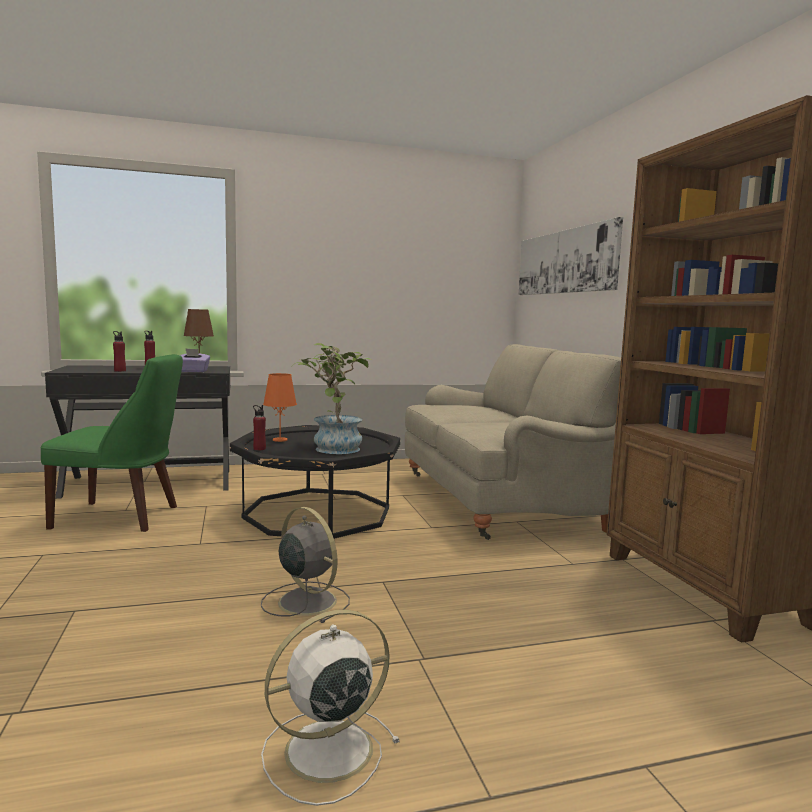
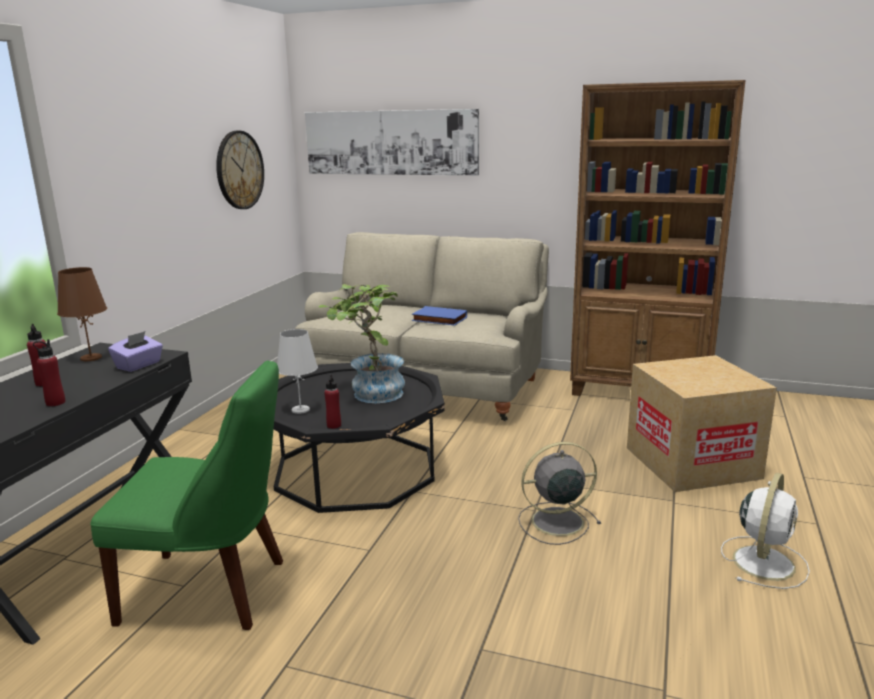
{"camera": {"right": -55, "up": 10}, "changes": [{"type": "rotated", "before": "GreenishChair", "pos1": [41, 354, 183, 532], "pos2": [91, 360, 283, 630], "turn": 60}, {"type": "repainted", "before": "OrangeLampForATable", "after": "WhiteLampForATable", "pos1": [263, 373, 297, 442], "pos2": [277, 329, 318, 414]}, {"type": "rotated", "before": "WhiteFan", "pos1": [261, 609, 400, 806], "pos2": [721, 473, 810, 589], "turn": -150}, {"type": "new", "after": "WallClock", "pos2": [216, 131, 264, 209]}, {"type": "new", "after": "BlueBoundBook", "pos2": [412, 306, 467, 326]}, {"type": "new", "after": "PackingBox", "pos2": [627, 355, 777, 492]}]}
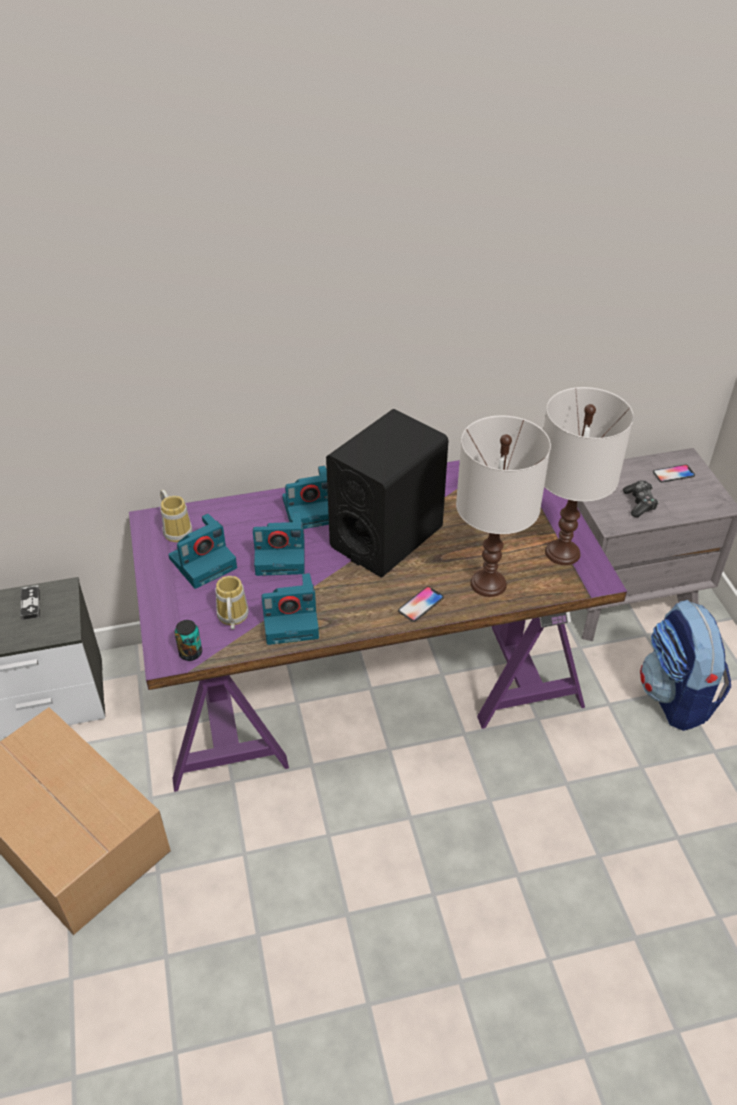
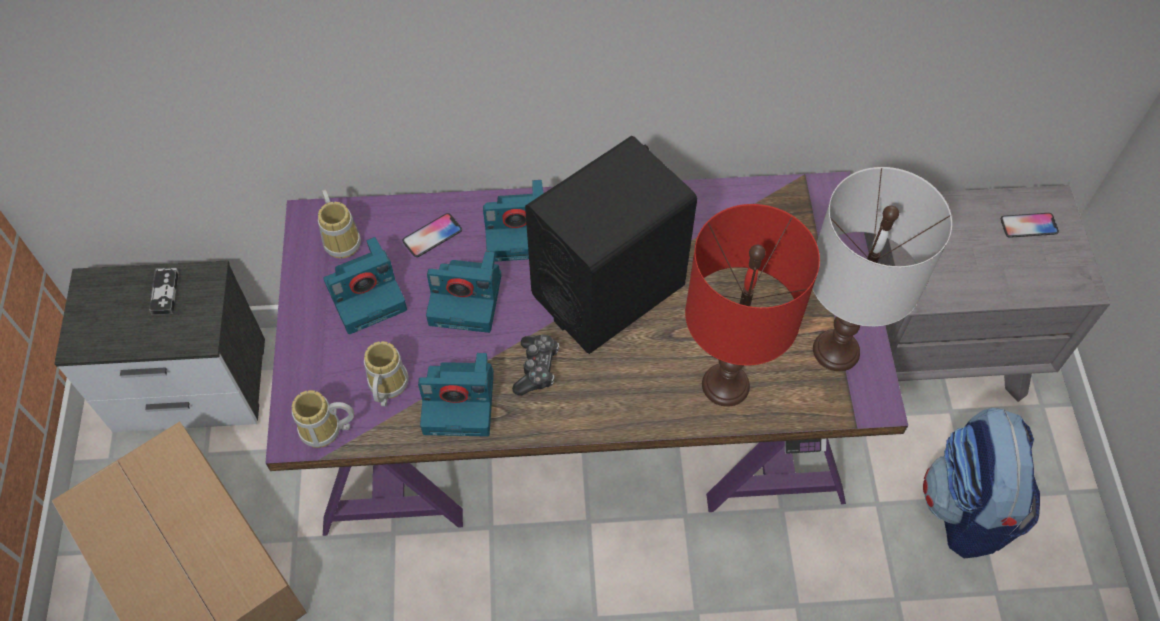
{"camera": {"right": 10, "up": 15}, "changes": [{"type": "repainted", "before": "WhiteLampForATable", "after": "RedColouredLampForATable", "pos1": [456, 415, 551, 597], "pos2": [685, 204, 820, 407]}, {"type": "shifted", "before": "GameController", "pos1": [623, 480, 659, 517], "pos2": [512, 334, 559, 396]}, {"type": "shifted", "before": "Telephone", "pos1": [398, 586, 444, 622], "pos2": [402, 213, 462, 257]}, {"type": "swapped", "before": "SealedCan", "after": "TeaMug", "pos1": [175, 620, 202, 661], "pos2": [292, 390, 354, 448]}]}
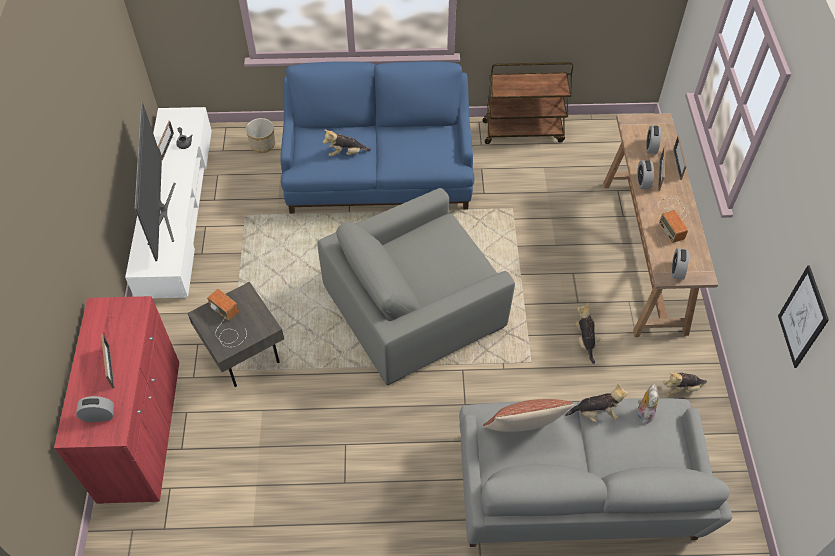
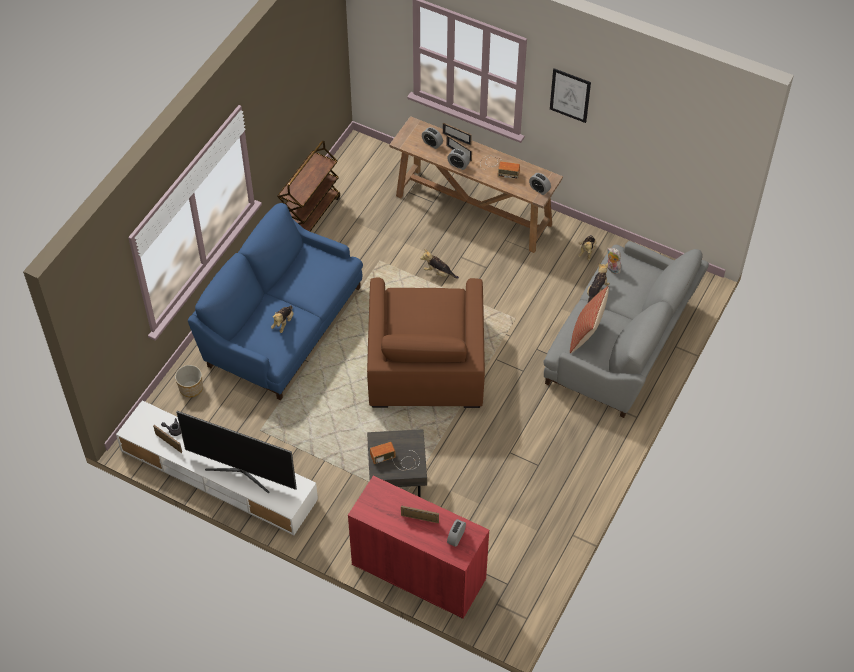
{"camera": {"right": -60, "up": 0}, "changes": [{"type": "repainted", "before": "GreyLoungeChair", "after": "BrownColouredLoungeChair", "pos1": [317, 188, 515, 385], "pos2": [367, 277, 485, 408]}, {"type": "shifted", "before": "WallPicture", "pos1": [778, 266, 829, 368], "pos2": [550, 68, 591, 123]}, {"type": "shifted", "before": "PlushToy", "pos1": [575, 303, 600, 364], "pos2": [420, 249, 459, 279]}]}
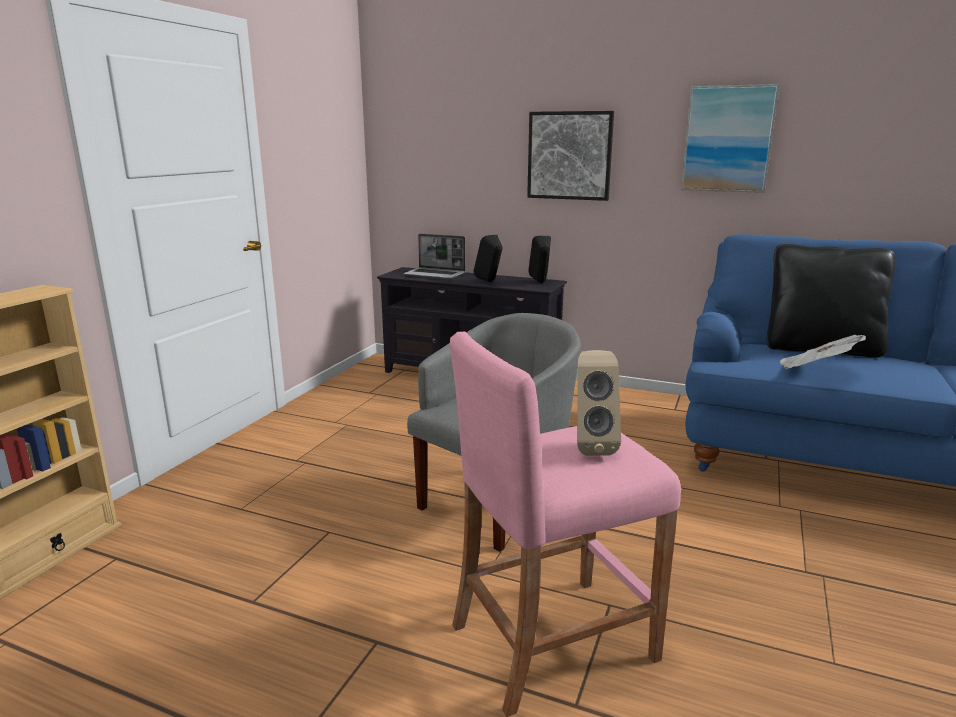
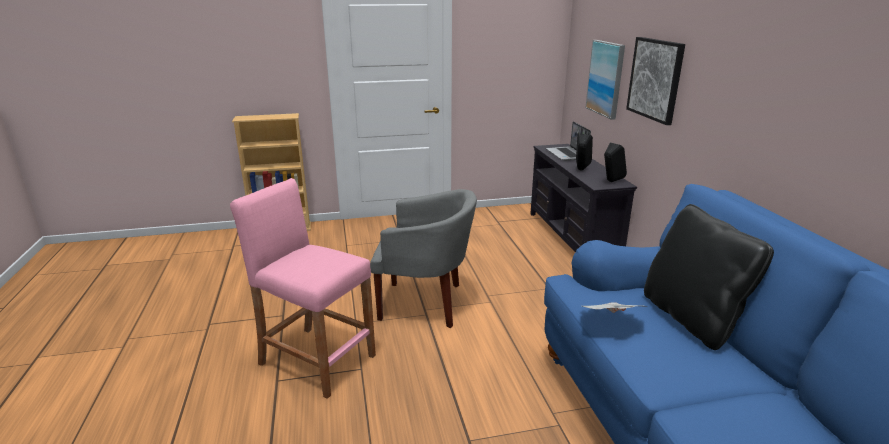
{"camera": {"right": 55, "up": 5}, "changes": [{"type": "shifted", "before": "WallPicture", "pos1": [681, 84, 779, 193], "pos2": [585, 40, 625, 120]}, {"type": "gone", "before": "BeigeLoudspeaker", "pos1": [577, 350, 621, 456]}]}
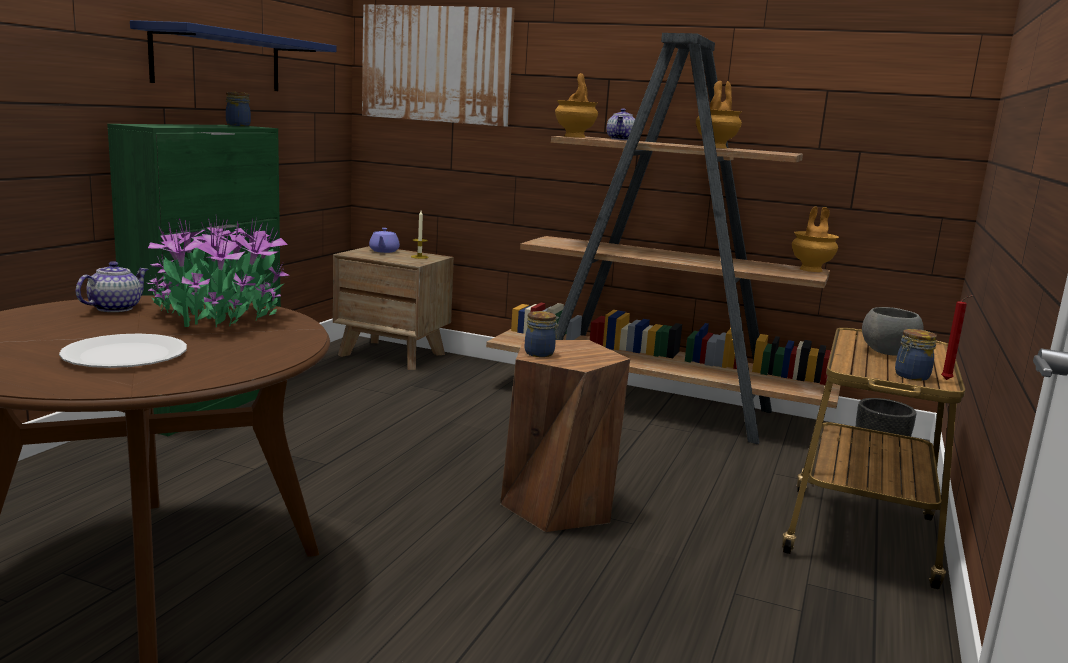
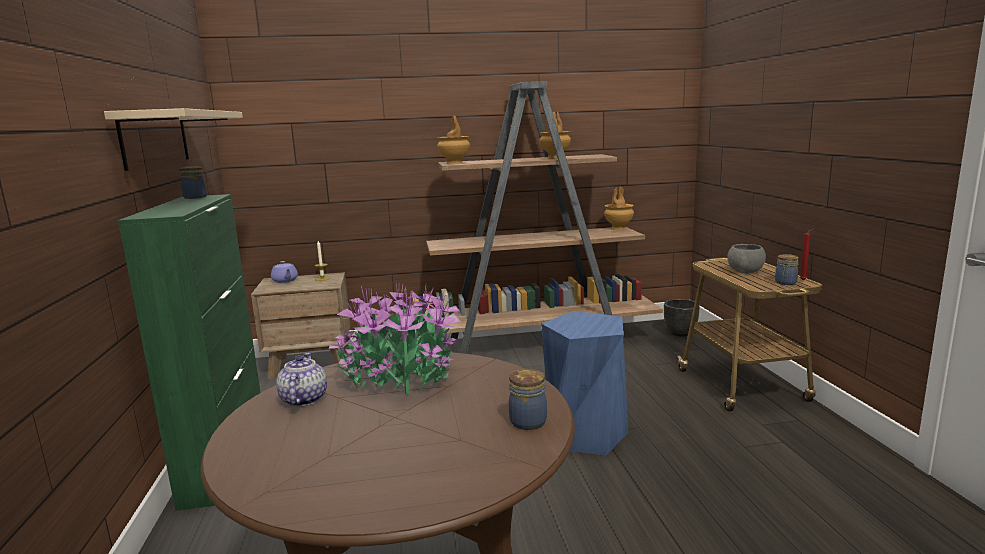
{"camera": {"right": -30, "up": 0}, "changes": [{"type": "gone", "before": "WallPicture", "pos1": [362, 4, 515, 127]}, {"type": "repainted", "before": "BlueWallShelf", "after": "BeigeWallShelf", "pos1": [130, 20, 336, 91], "pos2": [104, 108, 243, 171]}, {"type": "gone", "before": "Teapot", "pos1": [607, 108, 635, 140]}, {"type": "shifted", "before": "PreserveJar", "pos1": [525, 311, 559, 357], "pos2": [509, 369, 547, 430]}, {"type": "gone", "before": "WhiteDinnerPlate", "pos1": [59, 333, 187, 368]}, {"type": "repainted", "before": "BrownColouredStoolSeat", "after": "BlueStoolSeat", "pos1": [500, 340, 630, 532], "pos2": [541, 311, 628, 455]}]}
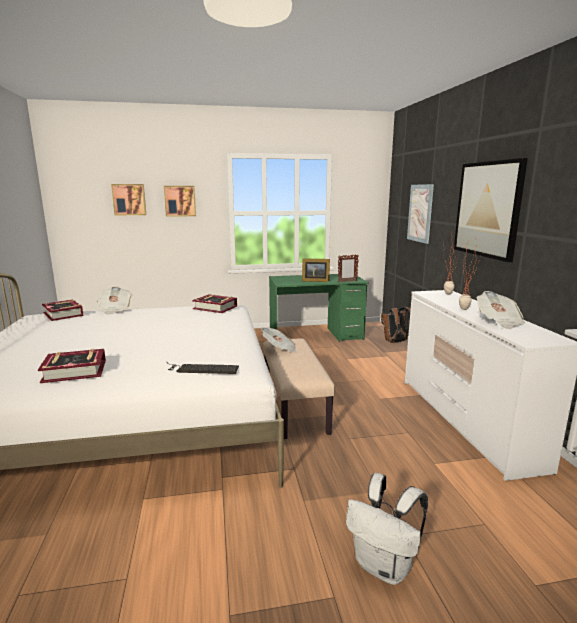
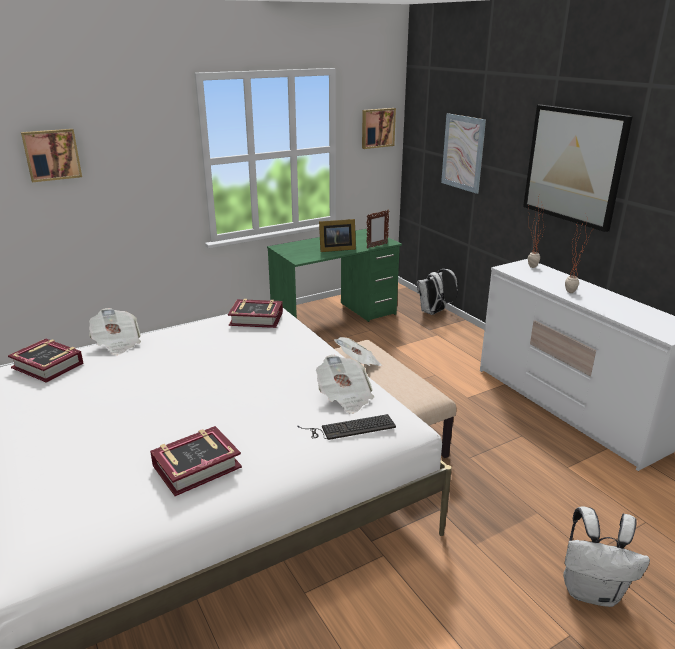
{"camera": {"right": -20, "up": 10}, "changes": [{"type": "shifted", "before": "WallPicture", "pos1": [164, 186, 196, 217], "pos2": [362, 108, 396, 149]}, {"type": "shifted", "before": "DailyPaper", "pos1": [477, 291, 525, 329], "pos2": [316, 355, 374, 414]}, {"type": "repainted", "before": "BrownColouredRucksack", "after": "WhiteRucksack", "pos1": [381, 307, 411, 343], "pos2": [417, 269, 458, 315]}]}
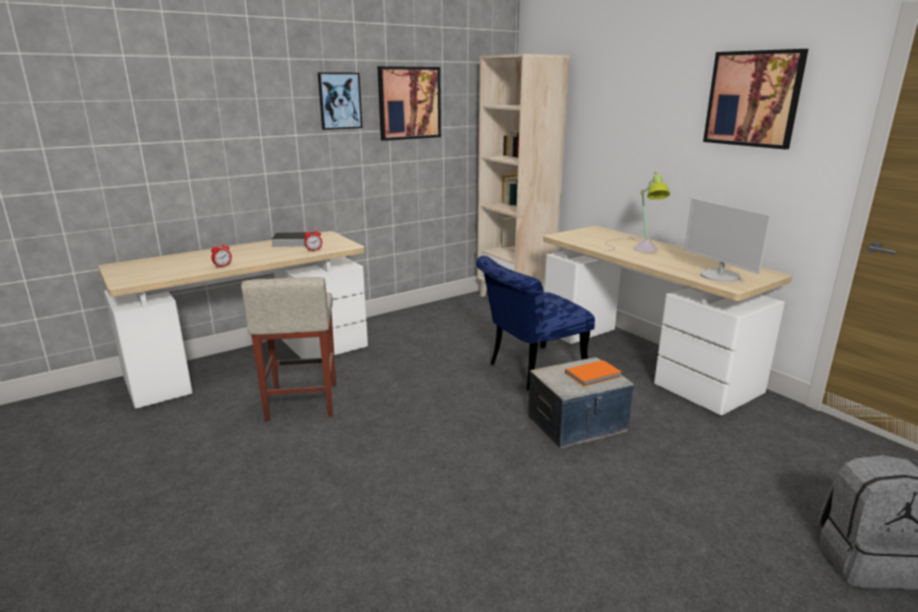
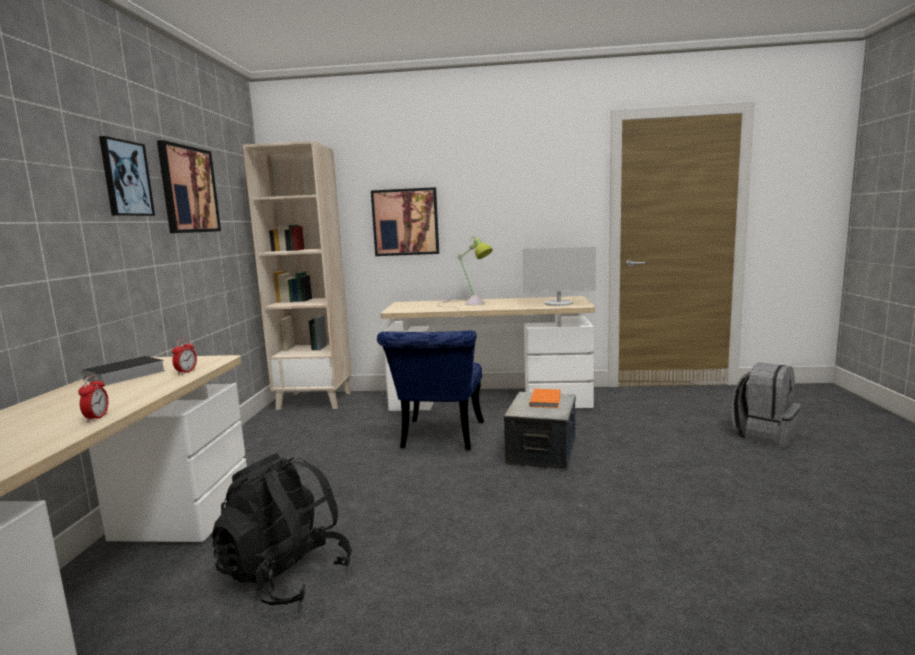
{"camera": {"right": -50, "up": -10}, "changes": [{"type": "shifted", "before": "WallPicture", "pos1": [703, 49, 808, 149], "pos2": [371, 187, 439, 256]}, {"type": "swapped", "before": "BeigeStoolSeat", "after": "BlackColouredRucksack", "pos1": [241, 277, 336, 421], "pos2": [212, 453, 352, 605]}]}
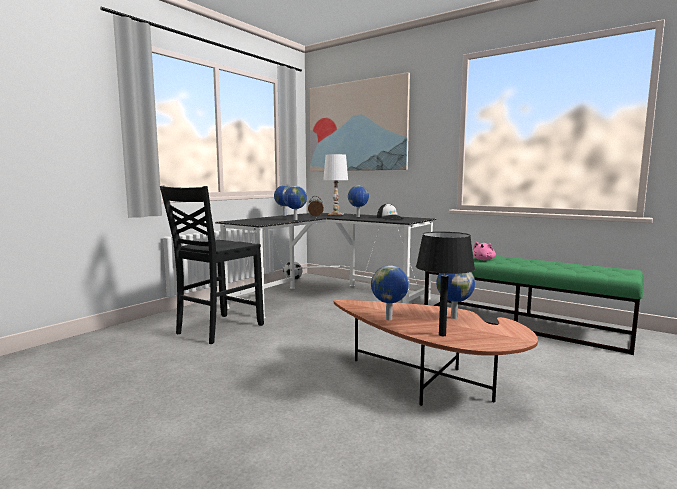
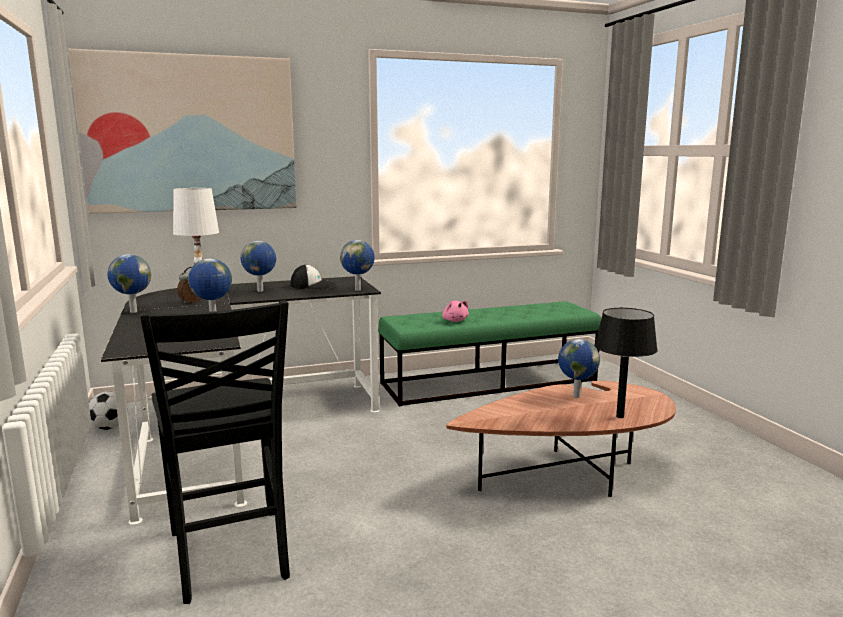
{"camera": {"right": -55, "up": 5}, "changes": [{"type": "shifted", "before": "DeskGlobe", "pos1": [371, 265, 409, 320], "pos2": [340, 240, 375, 291]}]}
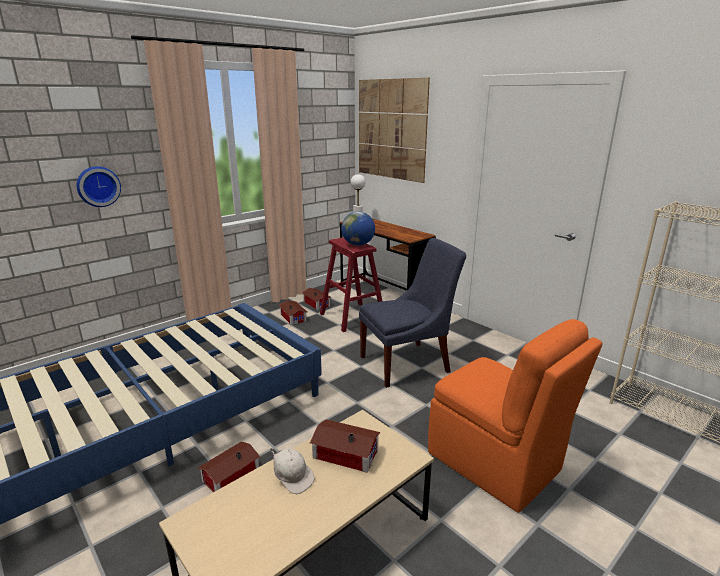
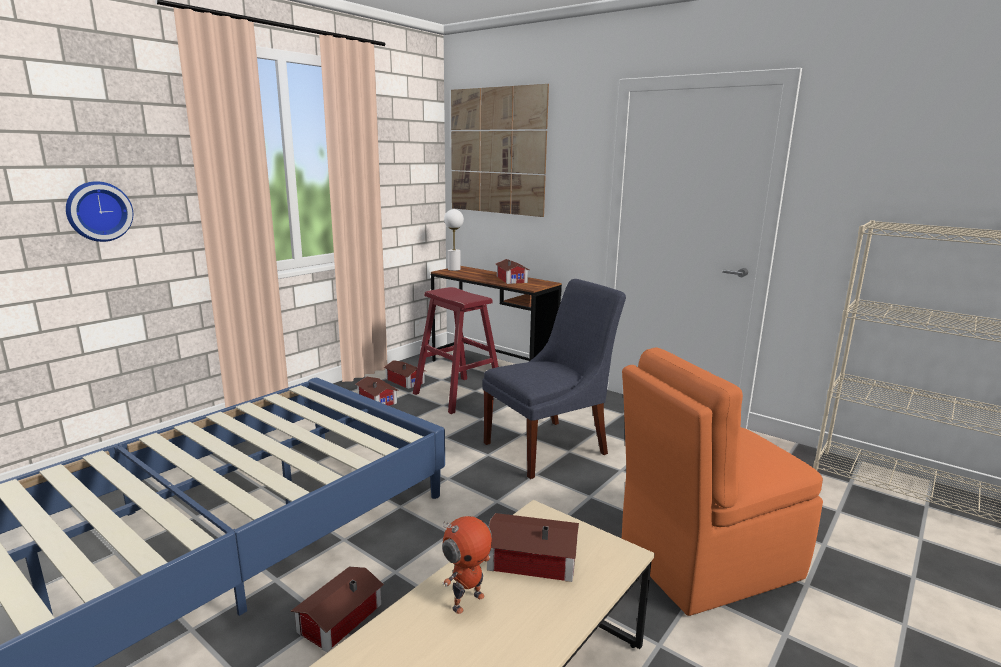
{"camera": {"right": -10, "up": -5}, "changes": [{"type": "gone", "before": "DeskGlobe", "pos1": [341, 211, 375, 246]}, {"type": "rotated", "before": "OrangeChair", "pos1": [428, 319, 603, 513], "pos2": [622, 347, 823, 616], "turn": 120}, {"type": "swapped", "before": "WhiteCap", "after": "RobotFigure", "pos1": [270, 448, 314, 494], "pos2": [442, 516, 492, 614]}, {"type": "new", "after": "ToyHouse", "pos2": [496, 259, 529, 284]}]}
